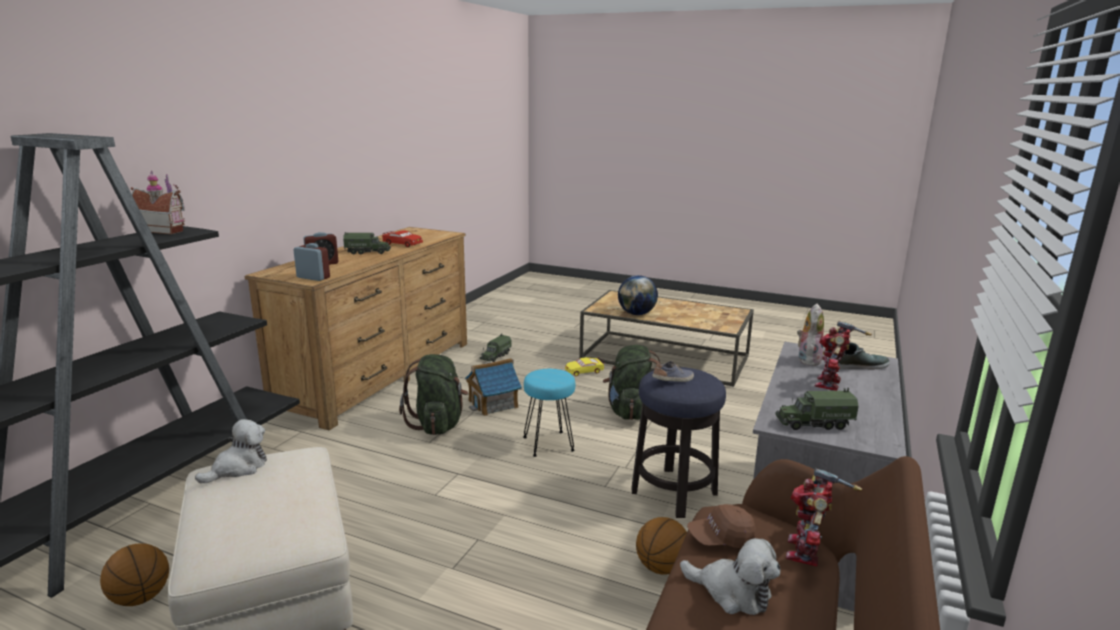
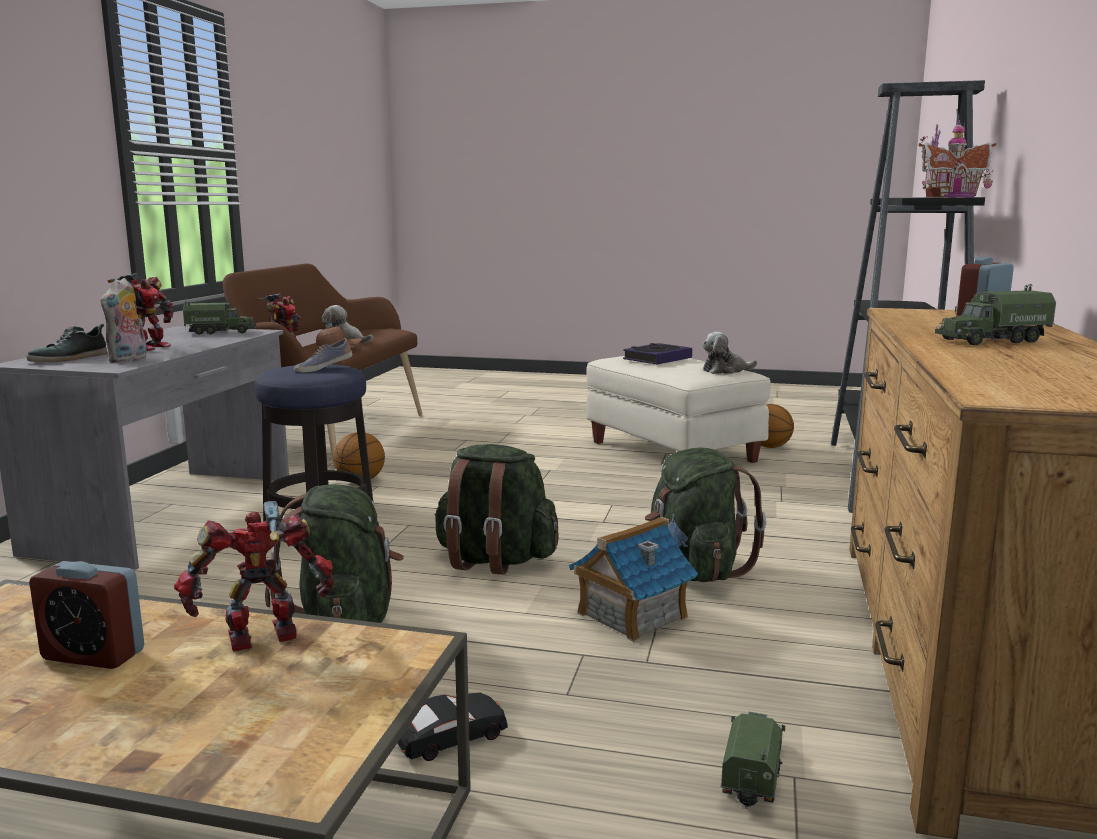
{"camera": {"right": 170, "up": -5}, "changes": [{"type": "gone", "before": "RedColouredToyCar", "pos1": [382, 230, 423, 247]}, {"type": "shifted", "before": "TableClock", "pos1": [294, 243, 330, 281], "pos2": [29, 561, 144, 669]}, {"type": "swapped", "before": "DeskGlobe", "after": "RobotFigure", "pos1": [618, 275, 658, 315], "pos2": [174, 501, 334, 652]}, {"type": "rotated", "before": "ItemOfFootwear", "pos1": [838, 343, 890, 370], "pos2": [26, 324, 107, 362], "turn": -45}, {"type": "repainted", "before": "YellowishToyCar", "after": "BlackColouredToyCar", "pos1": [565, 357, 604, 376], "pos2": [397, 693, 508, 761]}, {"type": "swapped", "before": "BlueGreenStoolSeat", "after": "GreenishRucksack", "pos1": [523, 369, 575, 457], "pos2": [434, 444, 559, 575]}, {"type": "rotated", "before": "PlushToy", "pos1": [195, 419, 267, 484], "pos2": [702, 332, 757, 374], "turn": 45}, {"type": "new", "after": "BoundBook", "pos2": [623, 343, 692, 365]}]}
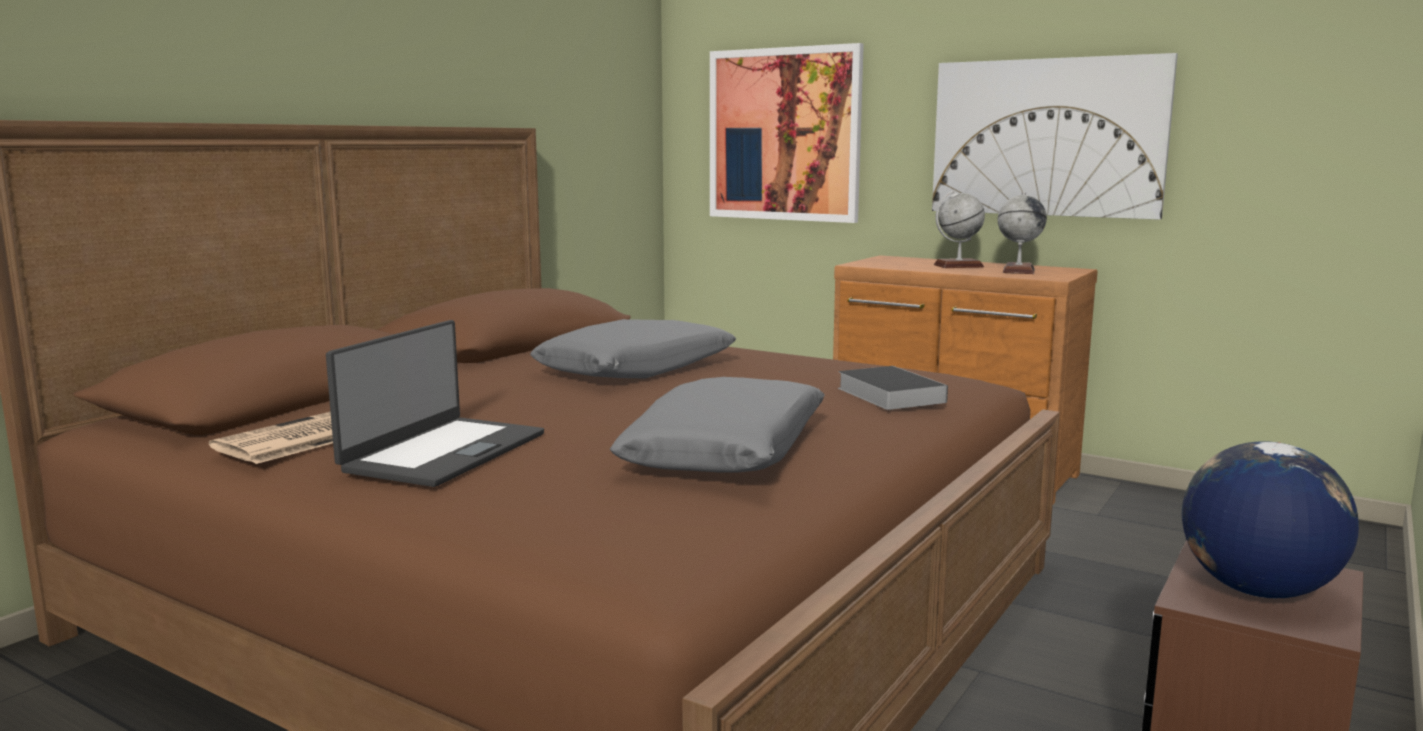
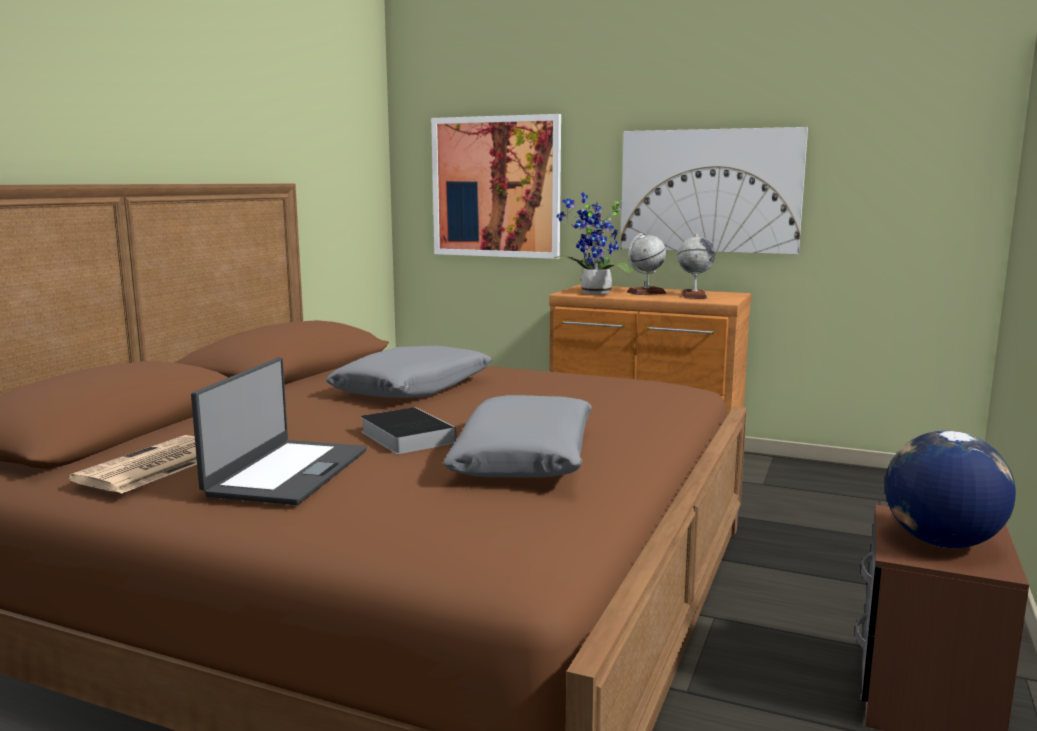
{"camera": {"right": -10, "up": 0}, "changes": [{"type": "shifted", "before": "BoundBook", "pos1": [838, 366, 948, 410], "pos2": [360, 407, 456, 454]}, {"type": "new", "after": "Houseplant", "pos2": [554, 192, 633, 294]}]}
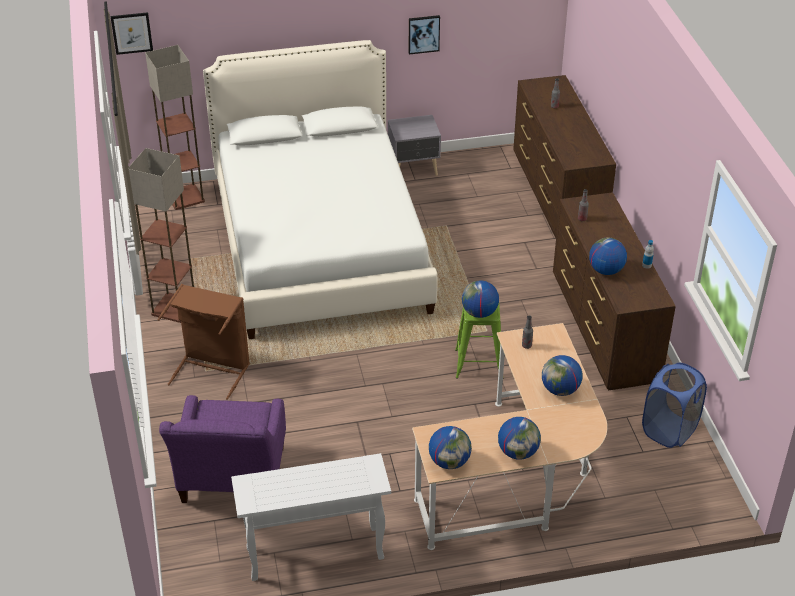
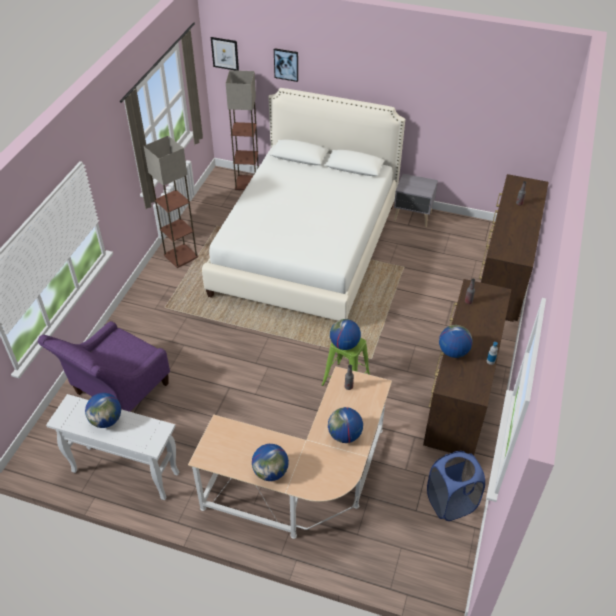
{"camera": {"right": 30, "up": 5}, "changes": [{"type": "shifted", "before": "WallPicture", "pos1": [409, 15, 440, 55], "pos2": [274, 48, 298, 82]}, {"type": "gone", "before": "BrownColouredLaundryBasket", "pos1": [157, 284, 250, 400]}, {"type": "shifted", "before": "DeskGlobe", "pos1": [429, 426, 472, 469], "pos2": [85, 393, 121, 428]}]}
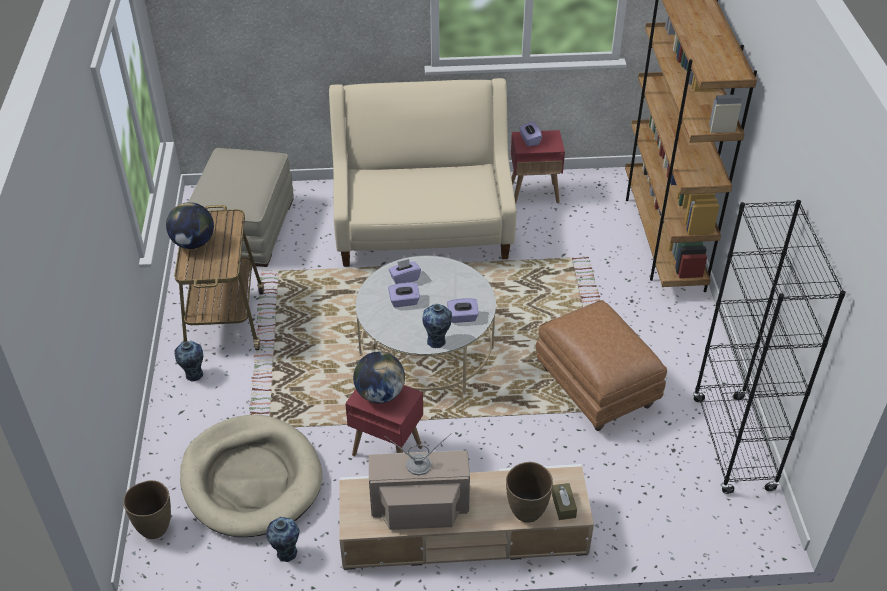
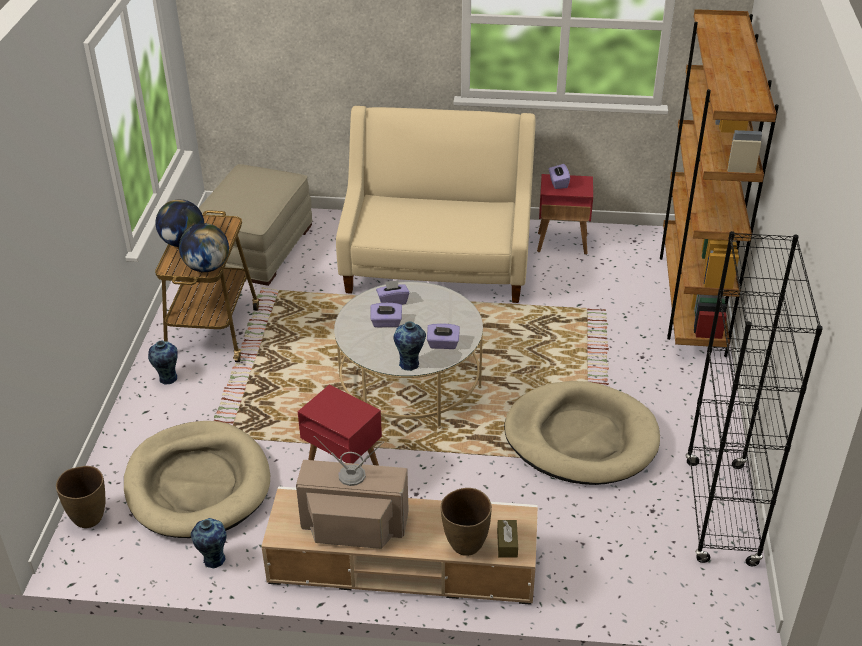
{"camera": {"right": 10, "up": -5}, "changes": [{"type": "swapped", "before": "BrownColouredOttoman", "after": "BeigePetBed", "pos1": [536, 300, 667, 431], "pos2": [504, 381, 660, 485]}, {"type": "shifted", "before": "DeskGlobe", "pos1": [353, 352, 405, 403], "pos2": [179, 223, 229, 272]}]}
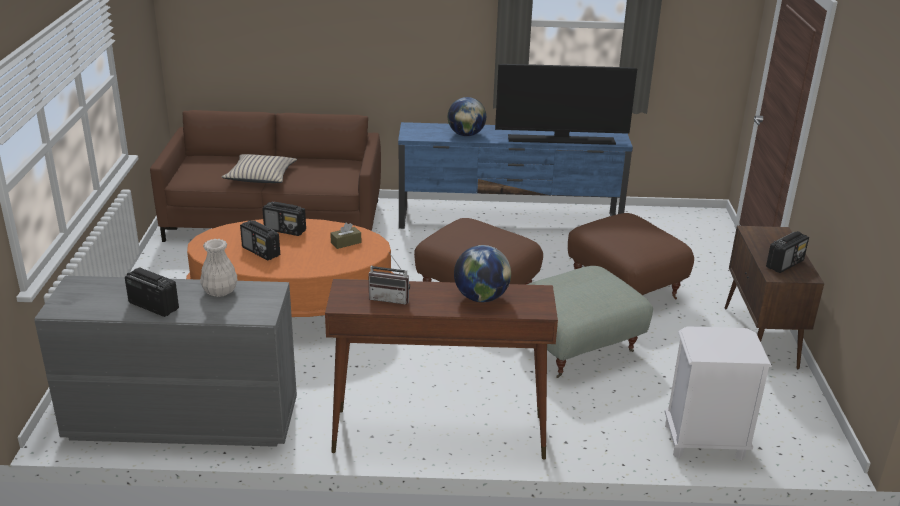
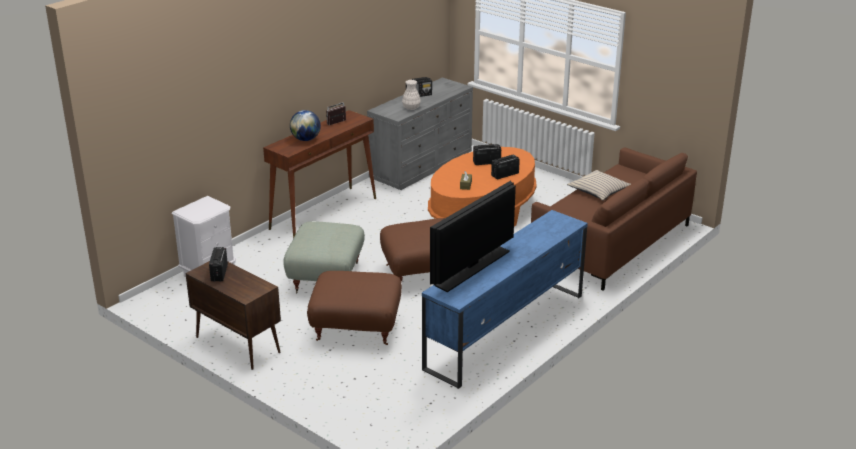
{"camera": {"right": 130, "up": 0}, "changes": [{"type": "gone", "before": "DeskGlobe", "pos1": [448, 97, 486, 136]}]}
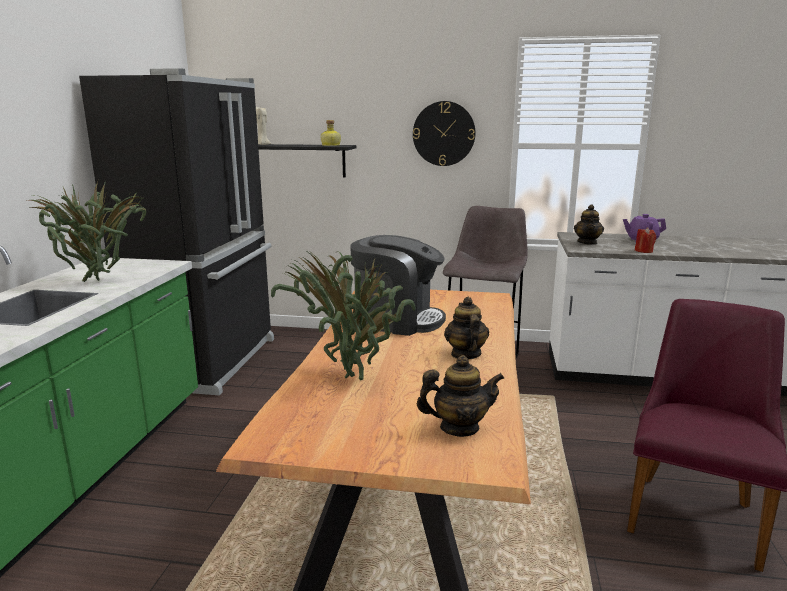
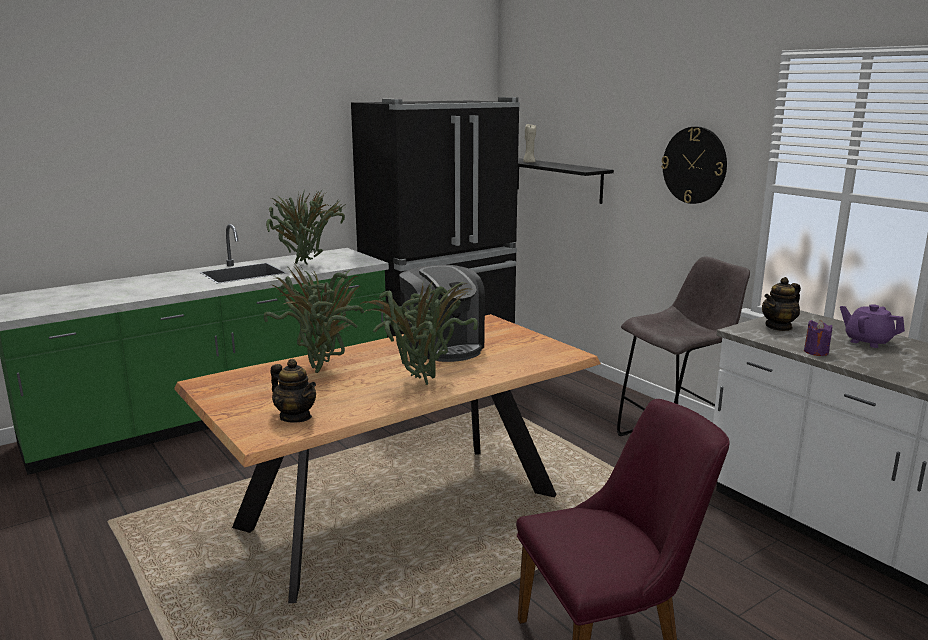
{"camera": {"right": 45, "up": 0}, "changes": [{"type": "gone", "before": "Bottle", "pos1": [320, 120, 341, 146]}, {"type": "repainted", "before": "RedColouredWaxCandle", "after": "PurplishWaxCandle", "pos1": [635, 227, 656, 253], "pos2": [804, 320, 832, 356]}, {"type": "swapped", "before": "Teapot", "after": "Houseplant", "pos1": [444, 297, 489, 360], "pos2": [358, 281, 478, 385]}]}
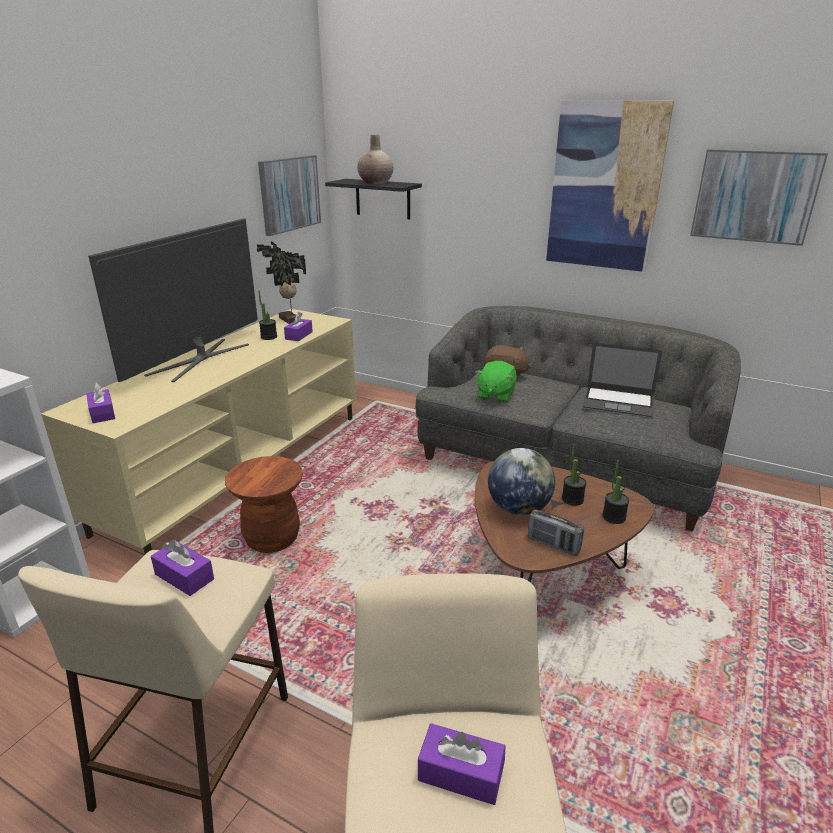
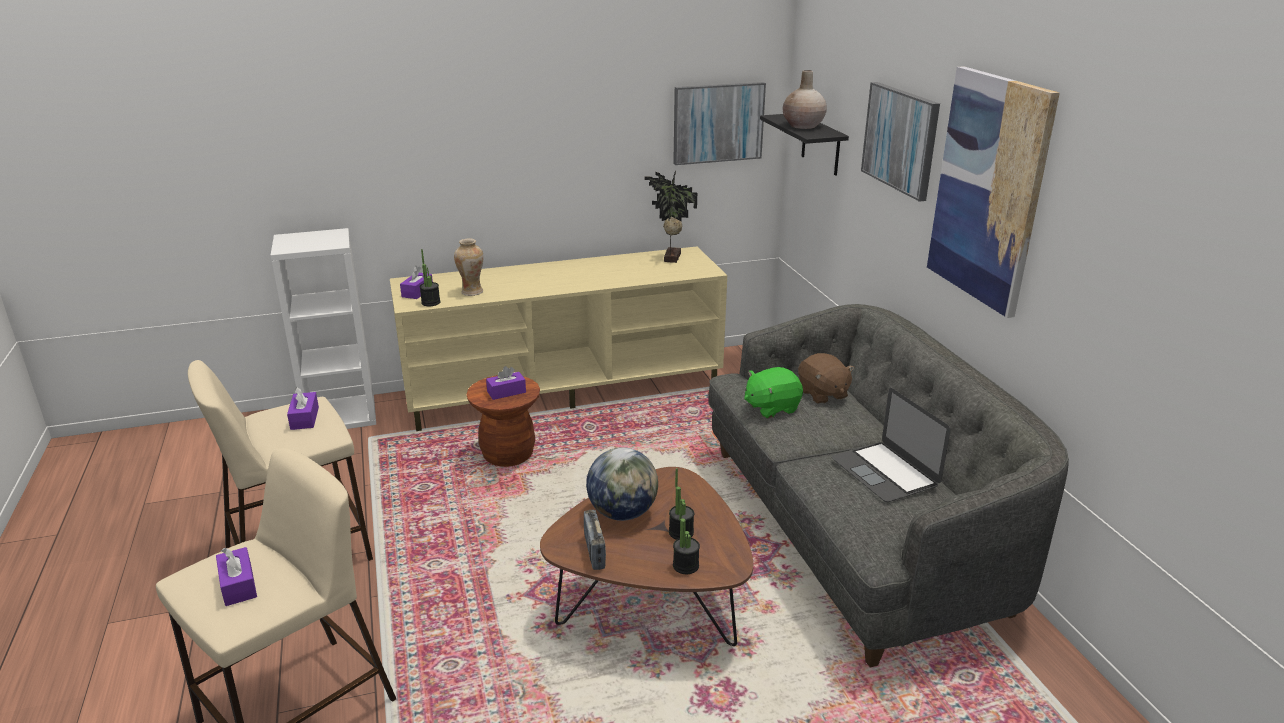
{"camera": {"right": 45, "up": 0}, "changes": [{"type": "shifted", "before": "WallPicture", "pos1": [690, 149, 828, 246], "pos2": [861, 82, 940, 202]}, {"type": "gone", "before": "TvSet", "pos1": [88, 218, 258, 382]}, {"type": "shifted", "before": "Houseplant", "pos1": [258, 290, 277, 340], "pos2": [420, 249, 441, 306]}, {"type": "shifted", "before": "PurplishTissueHolder", "pos1": [284, 312, 313, 341], "pos2": [486, 366, 526, 400]}, {"type": "new", "after": "FlowerVase", "pos2": [454, 238, 483, 296]}]}
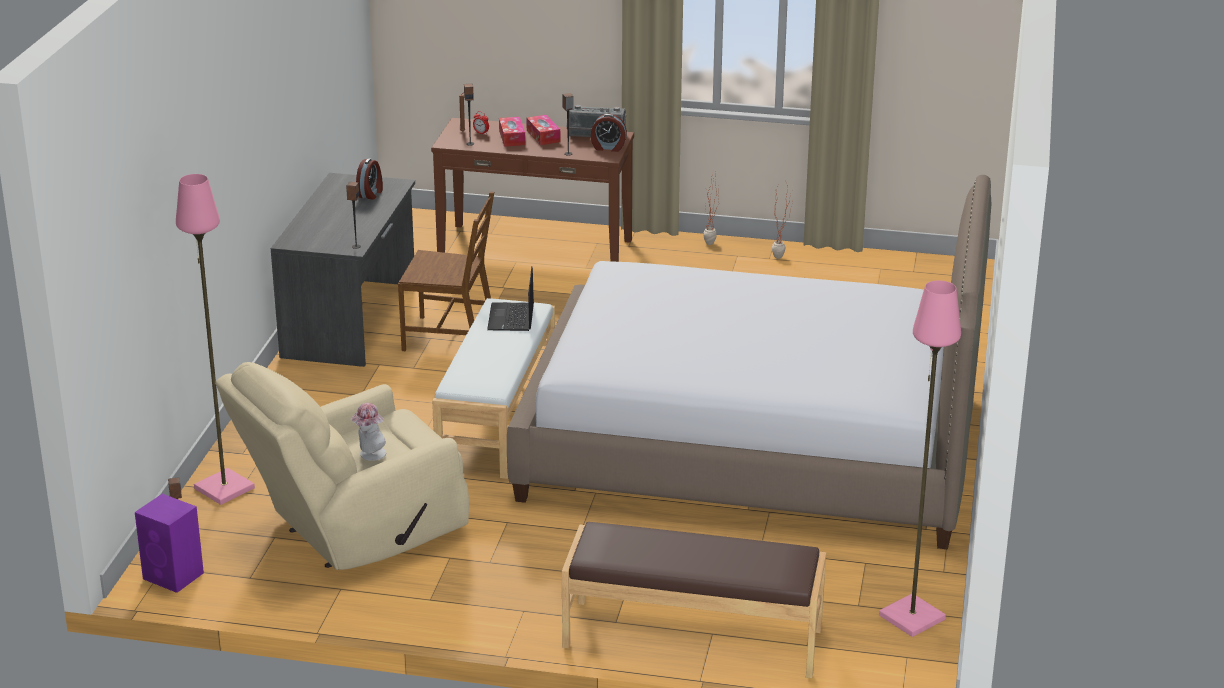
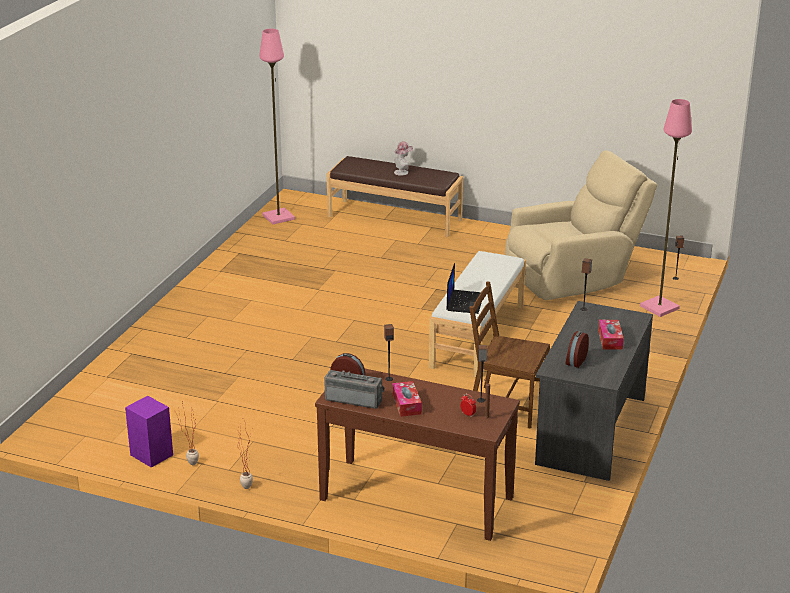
{"camera": {"right": -170, "up": 0}, "changes": [{"type": "shifted", "before": "TissueHolder", "pos1": [499, 117, 525, 147], "pos2": [598, 320, 624, 350]}, {"type": "gone", "before": "BedroomBed", "pos1": [507, 175, 991, 549]}, {"type": "shifted", "before": "WearableHat", "pos1": [350, 403, 386, 461], "pos2": [394, 141, 413, 176]}, {"type": "shifted", "before": "PurplishLoudspeaker", "pos1": [135, 494, 204, 593], "pos2": [125, 396, 173, 468]}]}
